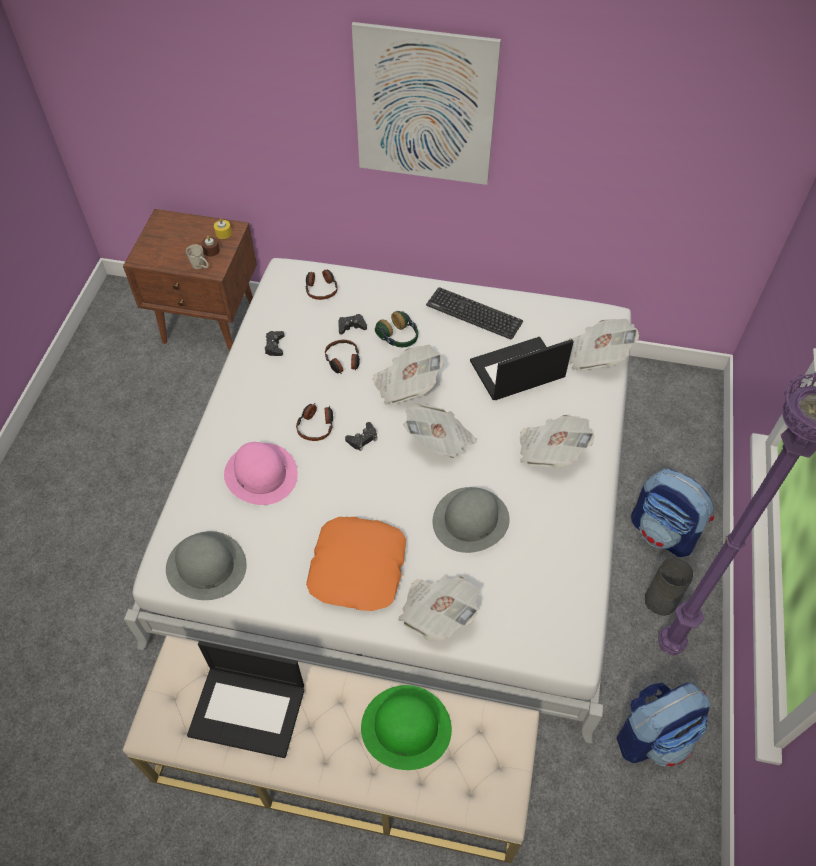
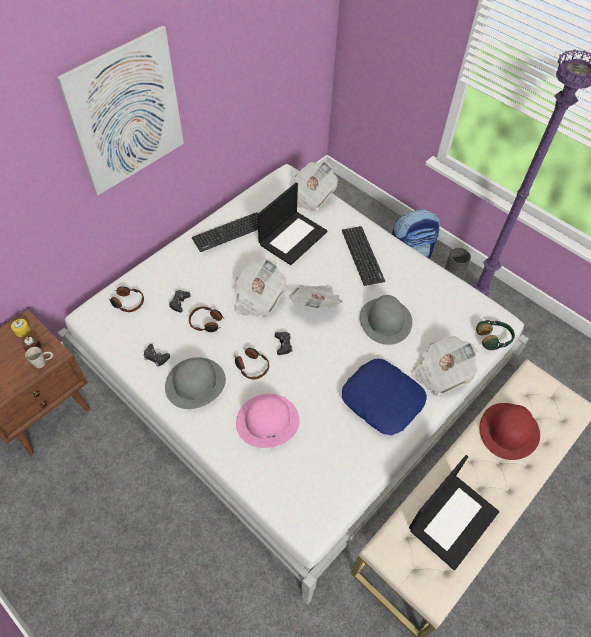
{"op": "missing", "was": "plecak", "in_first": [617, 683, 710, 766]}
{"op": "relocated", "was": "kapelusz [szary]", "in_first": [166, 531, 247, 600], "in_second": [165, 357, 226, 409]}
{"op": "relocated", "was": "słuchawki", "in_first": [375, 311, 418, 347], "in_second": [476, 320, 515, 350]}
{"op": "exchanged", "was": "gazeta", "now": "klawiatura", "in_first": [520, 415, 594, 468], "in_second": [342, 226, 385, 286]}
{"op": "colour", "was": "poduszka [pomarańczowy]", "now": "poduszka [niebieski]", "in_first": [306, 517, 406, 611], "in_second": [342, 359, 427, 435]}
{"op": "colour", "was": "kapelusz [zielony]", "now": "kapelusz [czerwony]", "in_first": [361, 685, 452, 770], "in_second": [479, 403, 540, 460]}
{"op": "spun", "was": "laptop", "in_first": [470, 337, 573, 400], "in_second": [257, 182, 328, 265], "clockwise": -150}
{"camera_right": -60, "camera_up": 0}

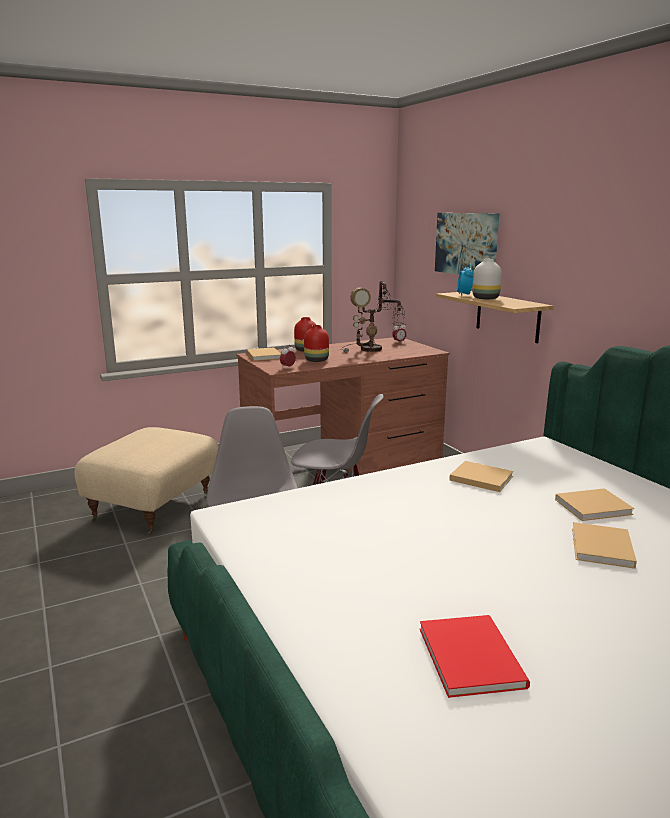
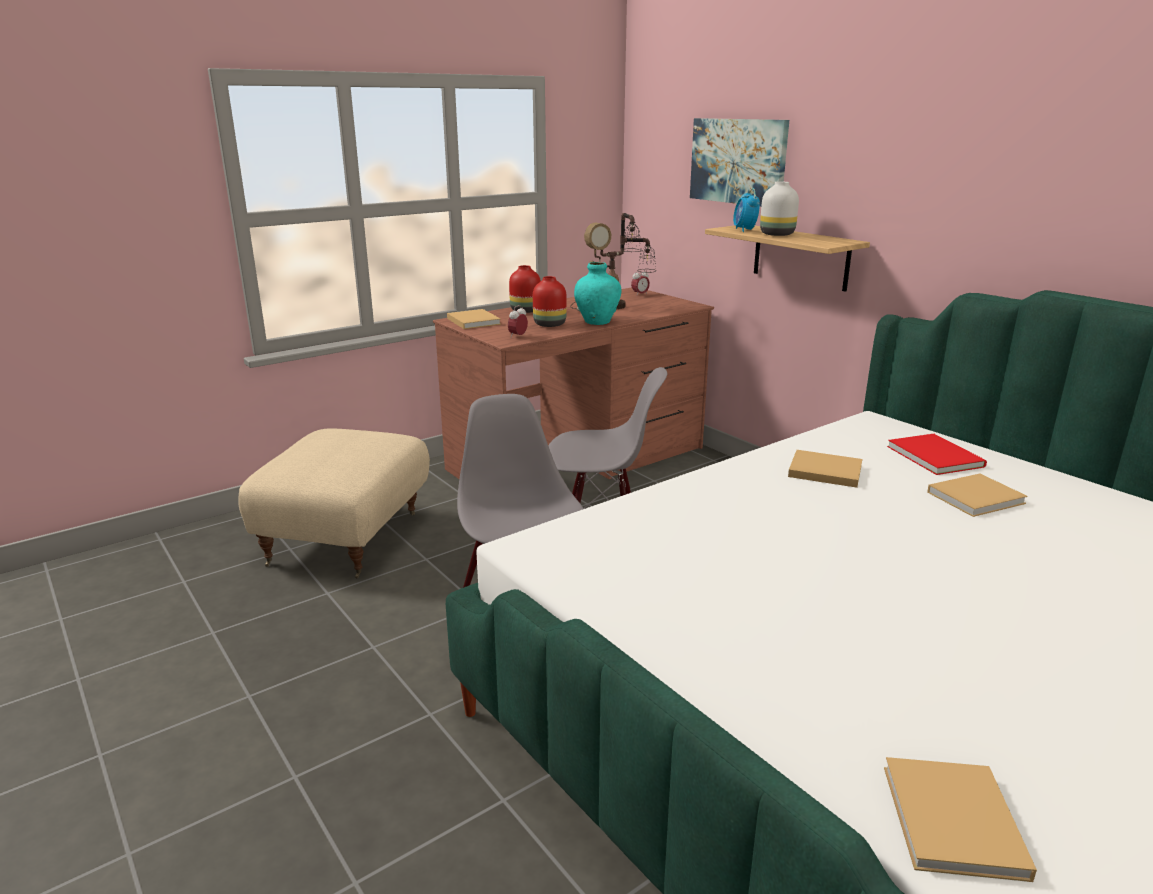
{"op": "appeared", "now": "wazon [turkusowy]", "in_second": [574, 262, 621, 325]}
{"op": "relocated", "was": "książka [czerwony]", "in_first": [420, 615, 530, 698], "in_second": [887, 434, 987, 475]}
{"op": "relocated", "was": "książka [beżowy]", "in_first": [572, 522, 637, 569], "in_second": [884, 757, 1037, 882]}
{"camera_right": -10, "camera_up": 5}

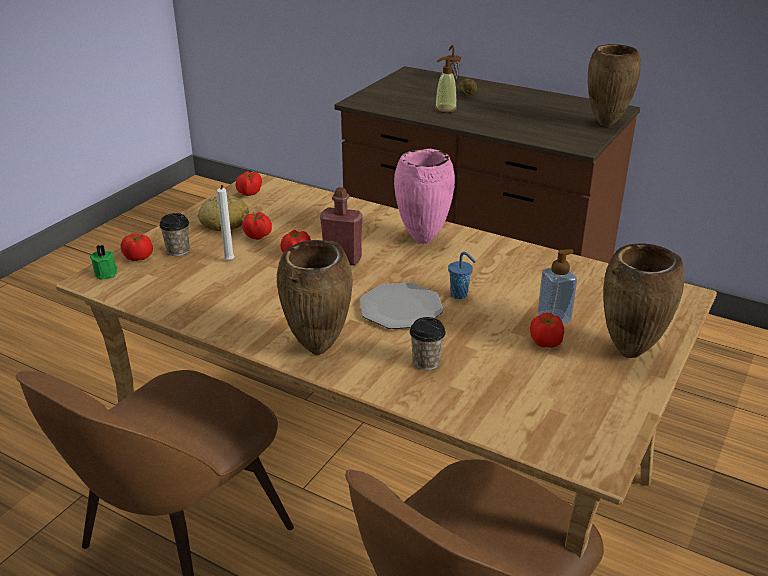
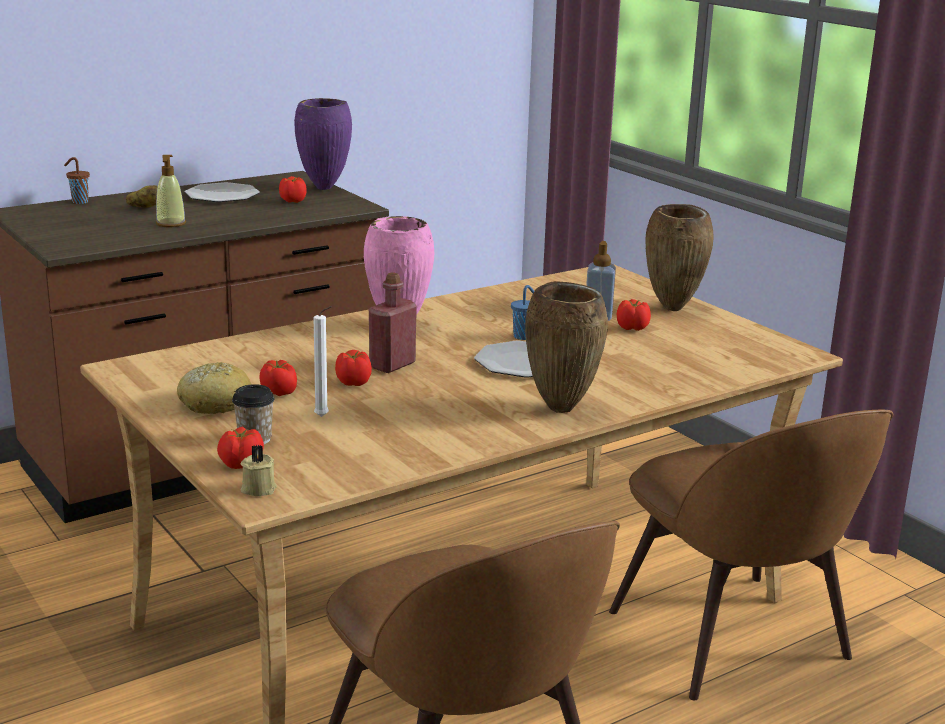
{"op": "missing", "was": "filiżanka", "in_first": [410, 317, 446, 370]}
{"op": "appeared", "now": "talerz", "in_second": [185, 182, 260, 202]}
{"op": "relocated", "was": "pomidor", "in_first": [236, 171, 262, 196], "in_second": [279, 176, 307, 203]}
{"op": "colour", "was": "świeca [zielony]", "now": "świeca [beżowy]", "in_first": [90, 245, 118, 280], "in_second": [241, 445, 277, 496]}
{"op": "colour", "was": "wazon [brązowy]", "now": "wazon [fioletowy]", "in_first": [588, 44, 641, 127], "in_second": [294, 98, 352, 190]}
{"camera_right": -65, "camera_up": -10}

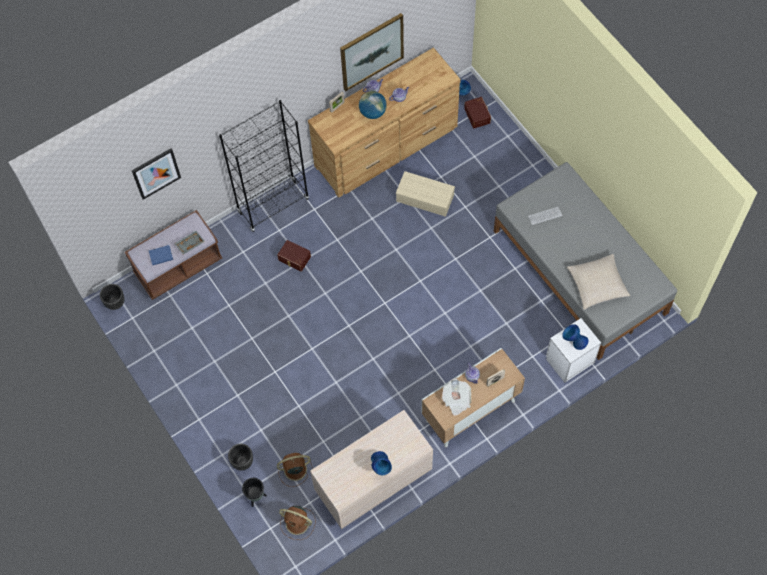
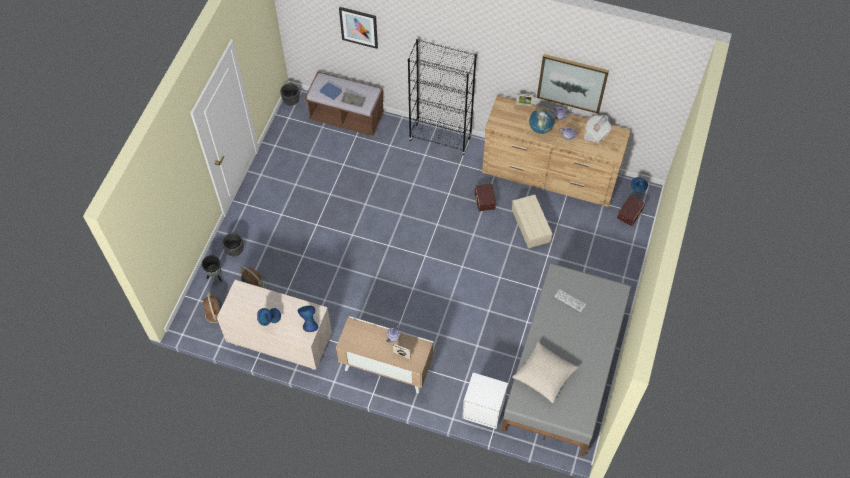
{"op": "relocated", "was": "pojemnik do przechowywania [brązowy]", "in_first": [277, 240, 311, 272], "in_second": [475, 184, 496, 211]}
{"op": "relocated", "was": "gazeta", "in_first": [442, 378, 471, 416], "in_second": [584, 115, 611, 143]}
{"op": "relocated", "was": "wazon [niebieski]", "in_first": [562, 324, 589, 350], "in_second": [298, 306, 318, 332]}
{"camera_right": 50, "camera_up": -5}

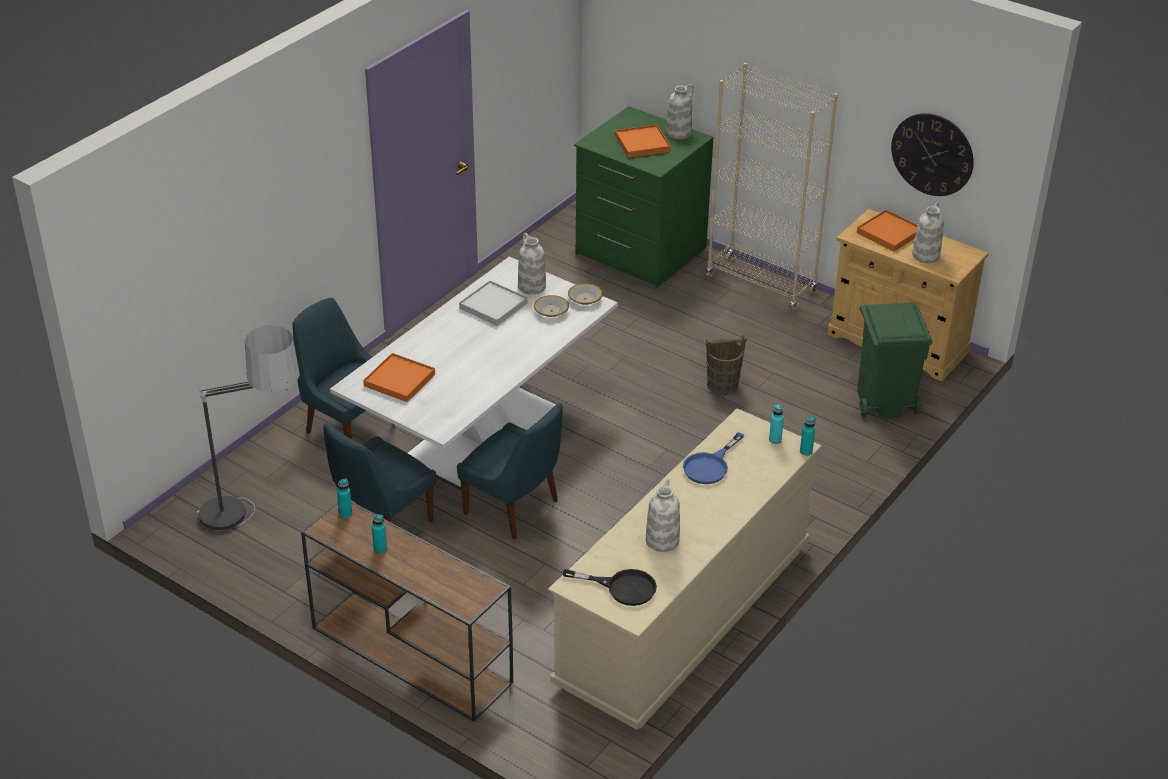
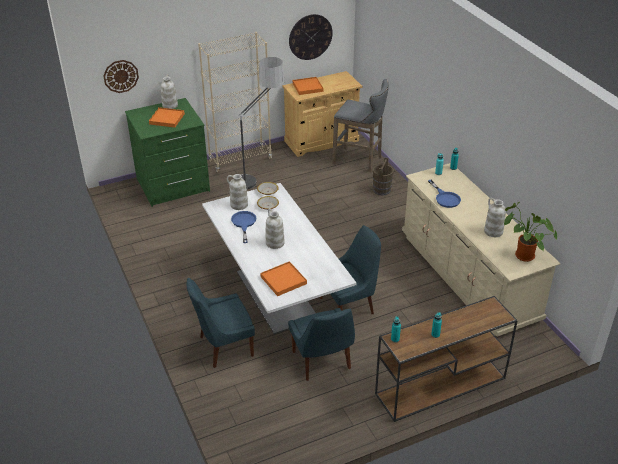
{"op": "appeared", "now": "zegar ścienny", "in_second": [103, 60, 139, 93]}
{"op": "relocated", "was": "lampa stojąca", "in_first": [197, 326, 300, 531], "in_second": [239, 57, 285, 189]}
{"op": "relocated", "was": "wiadro [brązowy]", "in_first": [705, 334, 747, 395], "in_second": [373, 157, 394, 195]}
{"op": "relocated", "was": "wazon [biały]", "in_first": [912, 202, 944, 263], "in_second": [266, 208, 284, 249]}
{"op": "exchanged", "was": "taca [biały]", "now": "patelnia [niebieski]", "in_first": [459, 280, 528, 326], "in_second": [231, 211, 256, 243]}
{"op": "exchanged", "was": "patelnia [czarny]", "now": "roślina doniczkowa", "in_first": [563, 569, 657, 606], "in_second": [504, 202, 557, 262]}
{"op": "exchanged", "was": "kosz na śmieci [zielony]", "now": "stołek [szary]", "in_first": [857, 303, 932, 419], "in_second": [332, 79, 389, 173]}
{"camera_right": -60, "camera_up": 0}

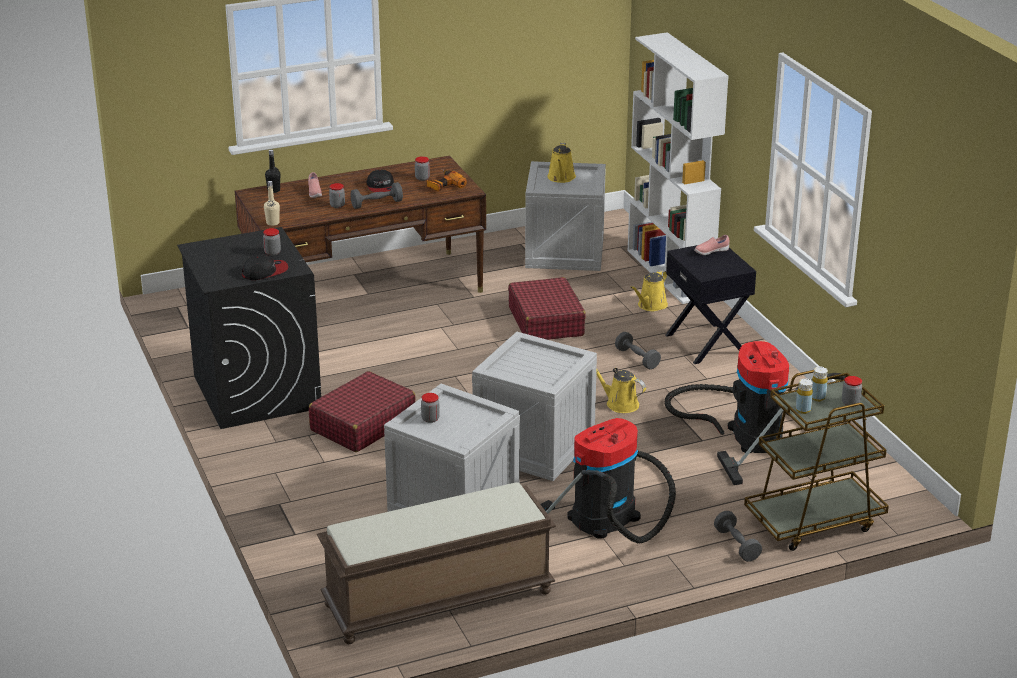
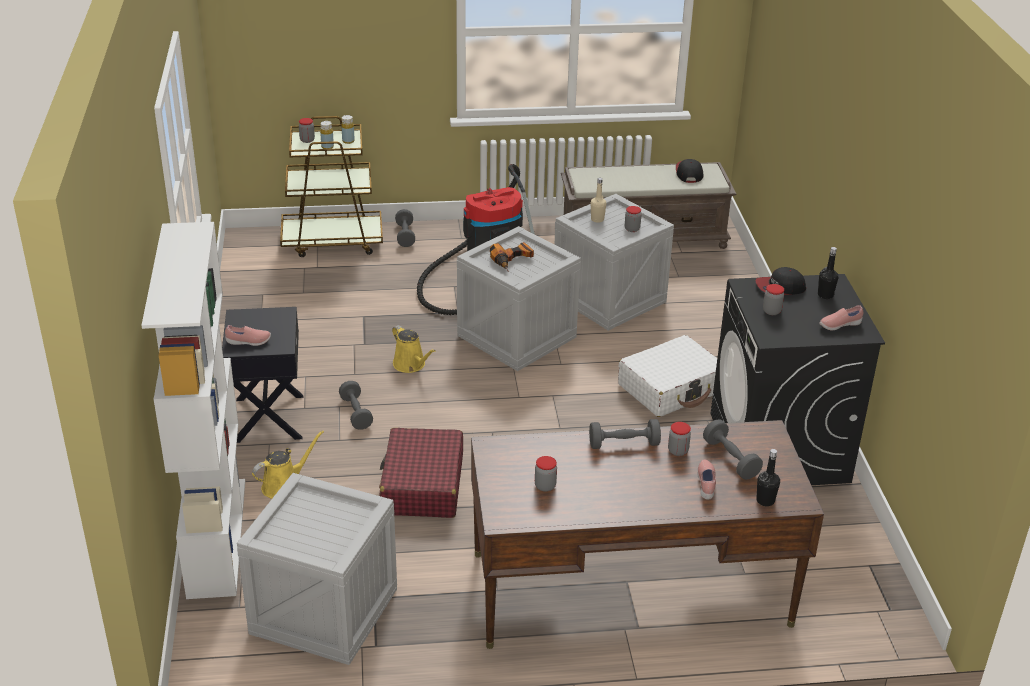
{"op": "missing", "was": "konewka [żółty]", "in_first": [547, 143, 576, 183]}
{"op": "missing", "was": "odkurzacz", "in_first": [664, 341, 845, 485]}
{"op": "appeared", "now": "hantel [szary]", "in_second": [703, 419, 763, 480]}
{"op": "appeared", "now": "butelka [czarny]", "in_second": [818, 247, 838, 299]}
{"op": "appeared", "now": "but [różowy]", "in_second": [819, 305, 863, 330]}
{"op": "relocated", "was": "butelka [beżowy]", "in_first": [264, 181, 280, 226], "in_second": [591, 178, 607, 223]}
{"op": "relocated", "was": "czapka z daszkiem", "in_first": [366, 170, 394, 192], "in_second": [676, 159, 703, 183]}
{"op": "relocated", "was": "wiertarka", "in_first": [427, 168, 467, 191], "in_second": [490, 242, 534, 272]}
{"op": "colour", "was": "walizka [czerwony]", "now": "walizka [biały]", "in_first": [309, 371, 416, 452], "in_second": [618, 335, 717, 417]}
{"camera_right": -165, "camera_up": 5}

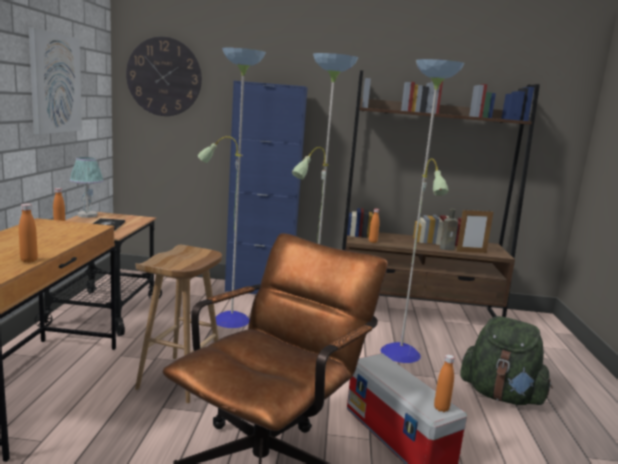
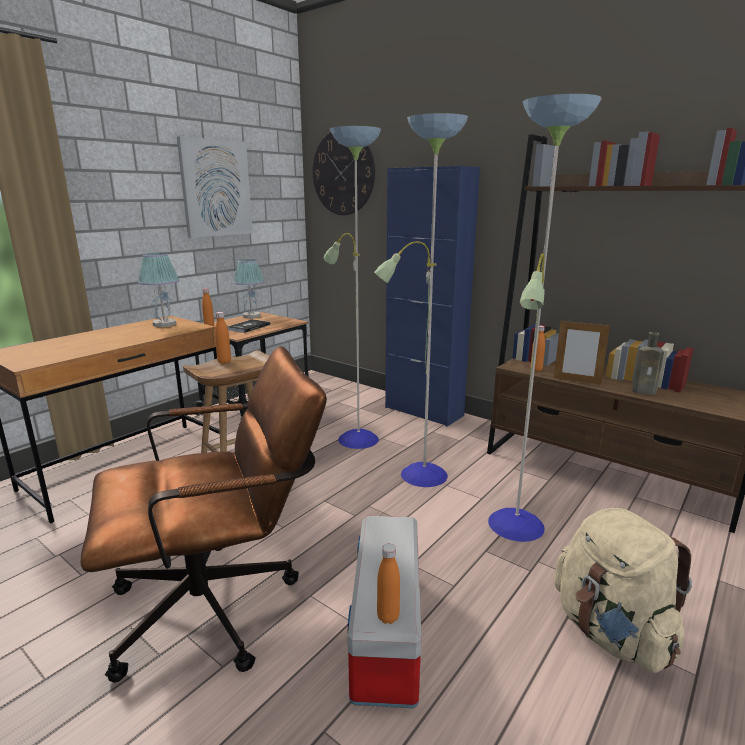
{"op": "appeared", "now": "lampa stołowa", "in_second": [138, 253, 179, 327]}
{"op": "relocated", "was": "butelka [pomarańczowy]", "in_first": [19, 204, 38, 263], "in_second": [215, 312, 231, 363]}
{"op": "relocated", "was": "ramka na zdjęcie", "in_first": [456, 210, 493, 253], "in_second": [554, 319, 610, 385]}
{"op": "colour", "was": "plecak [zielony]", "now": "plecak [beżowy]", "in_first": [460, 316, 553, 405], "in_second": [554, 508, 692, 673]}
{"camera_right": 35, "camera_up": 5}

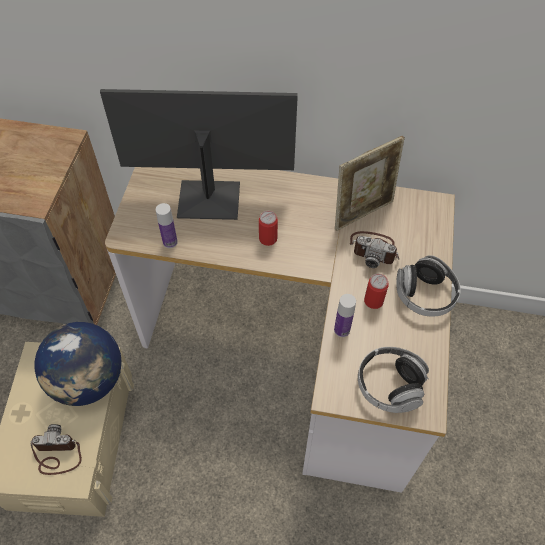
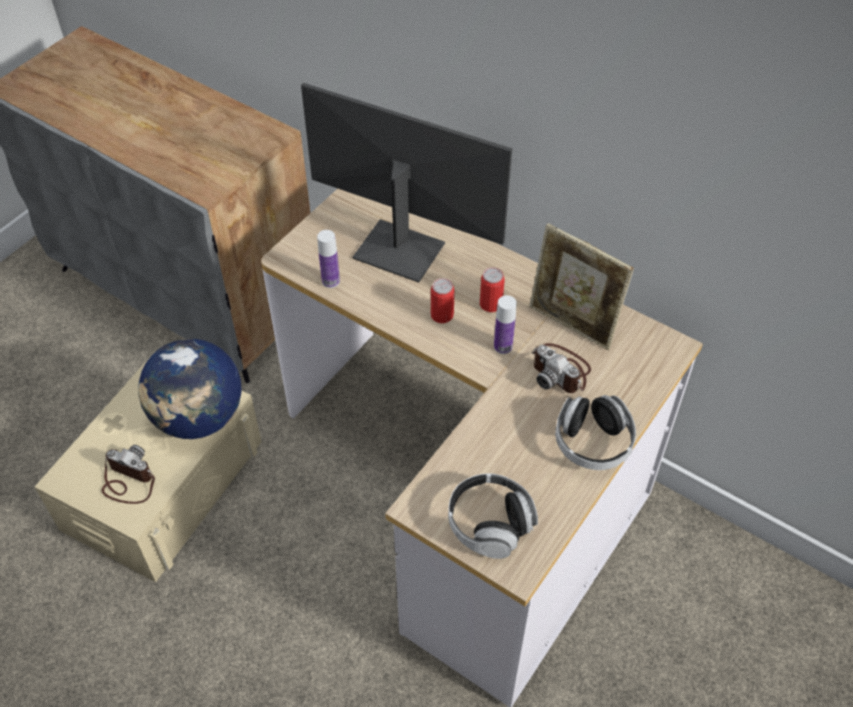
{"op": "relocated", "was": "butelka", "in_first": [334, 294, 356, 337], "in_second": [494, 295, 517, 354]}
{"op": "relocated", "was": "puszka", "in_first": [364, 274, 389, 309], "in_second": [480, 267, 505, 312]}
{"op": "spun", "was": "ramka na zdjęcie", "in_first": [335, 136, 405, 231], "in_second": [530, 223, 634, 350], "clockwise": 45}
{"camera_right": 25, "camera_up": -5}

